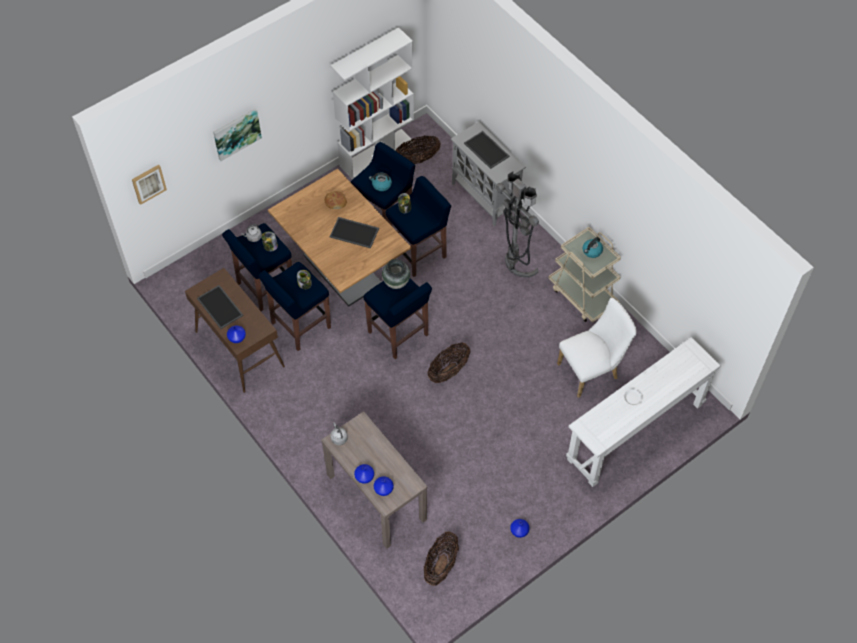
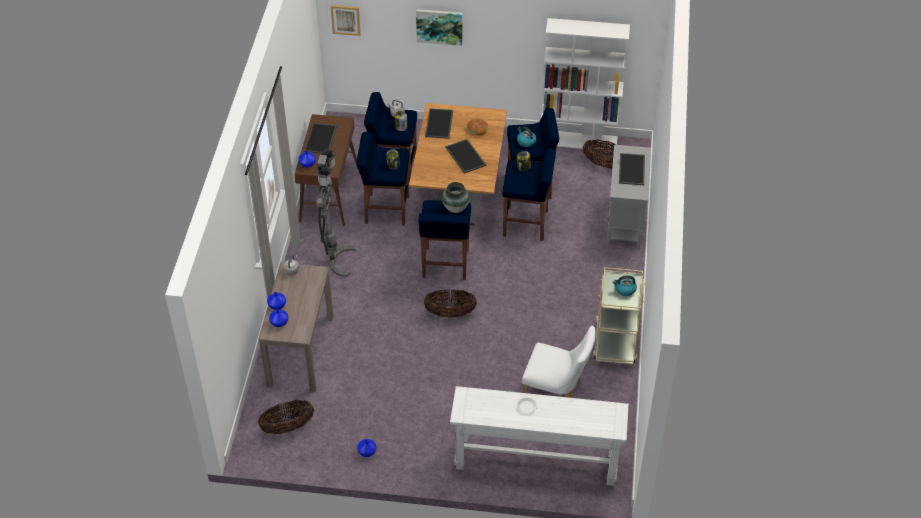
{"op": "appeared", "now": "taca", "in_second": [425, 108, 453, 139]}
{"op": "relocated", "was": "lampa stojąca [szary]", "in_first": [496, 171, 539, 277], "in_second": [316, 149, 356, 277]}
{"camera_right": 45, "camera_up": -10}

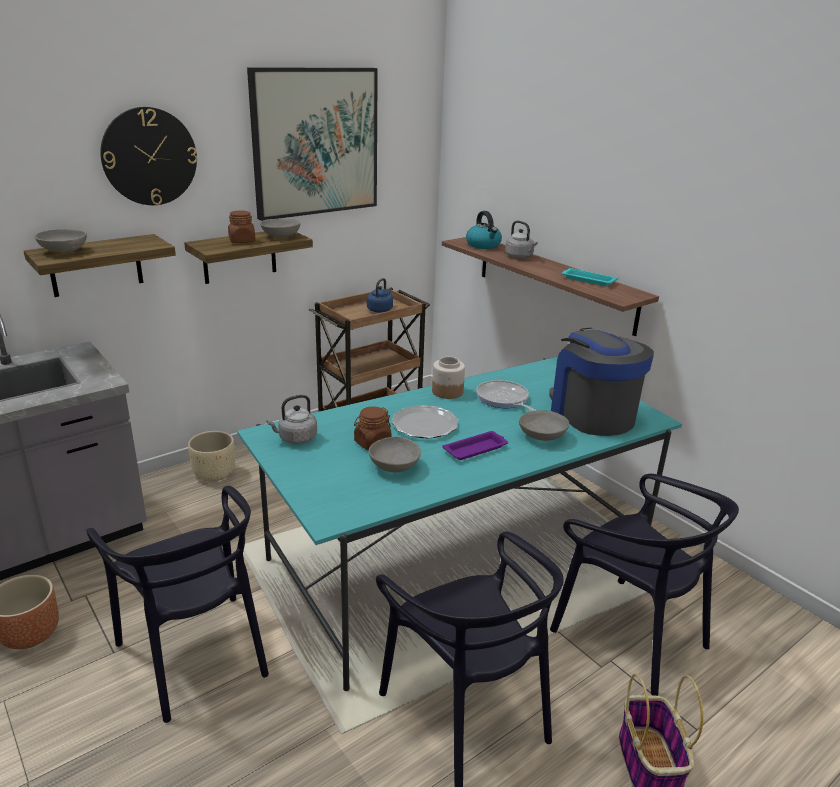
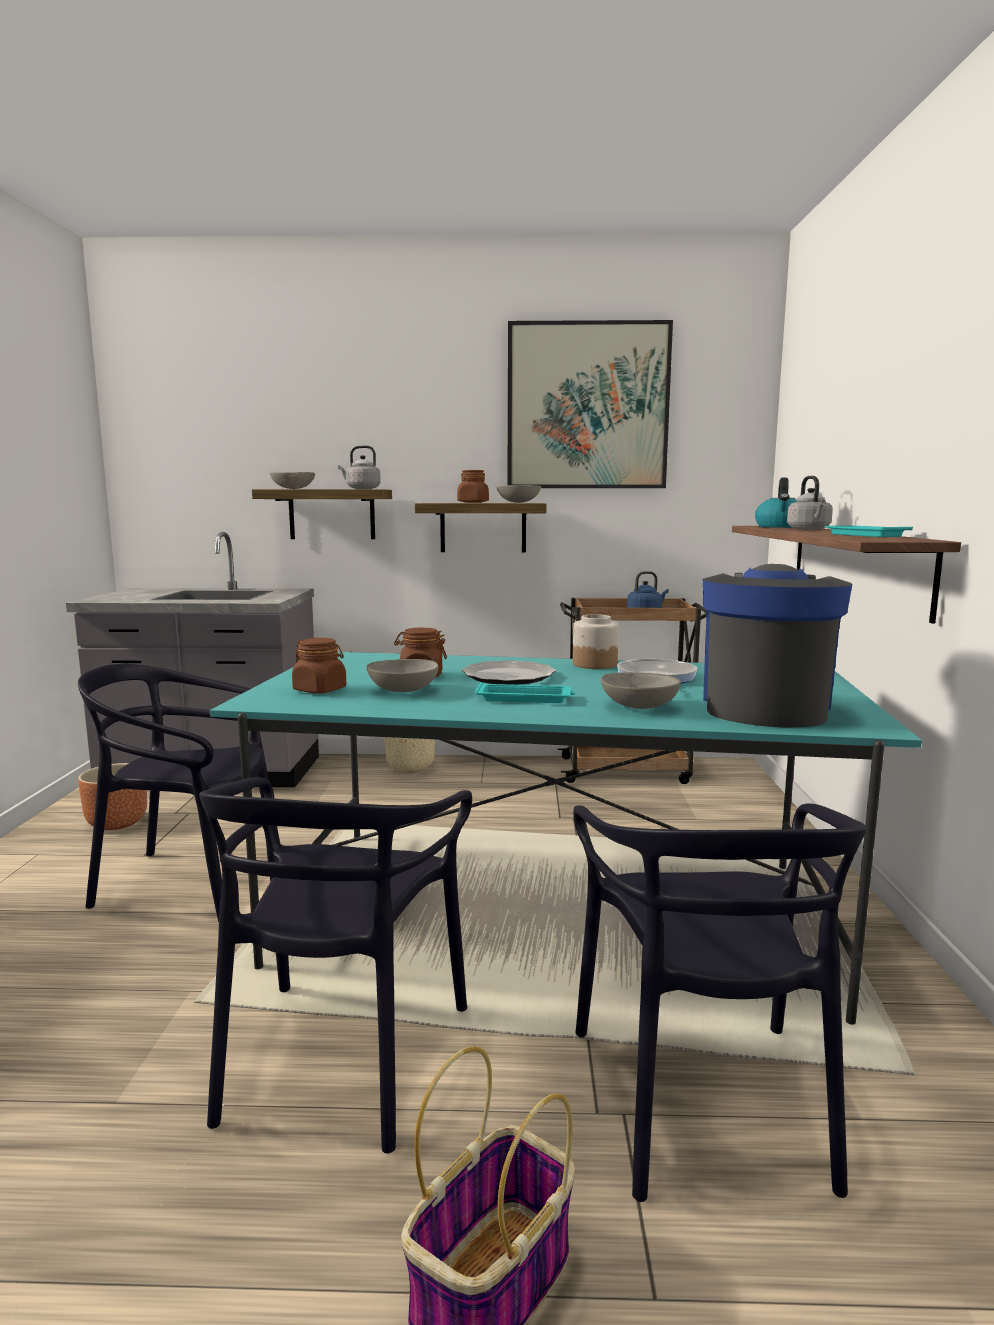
{"op": "missing", "was": "zegar ścienny", "in_first": [100, 107, 197, 205]}
{"op": "appeared", "now": "słoik [brązowy]", "in_second": [292, 638, 346, 693]}
{"op": "relocated", "was": "czajnik [szary]", "in_first": [266, 395, 317, 444], "in_second": [338, 445, 381, 489]}
{"op": "colour", "was": "taca [fioletowy]", "now": "taca [turkusowy]", "in_first": [443, 431, 508, 460], "in_second": [475, 682, 576, 703]}
{"op": "spun", "was": "krzesło [czarny]", "in_first": [86, 486, 269, 723], "in_second": [78, 664, 280, 922], "clockwise": 90}
{"camera_right": 40, "camera_up": -15}

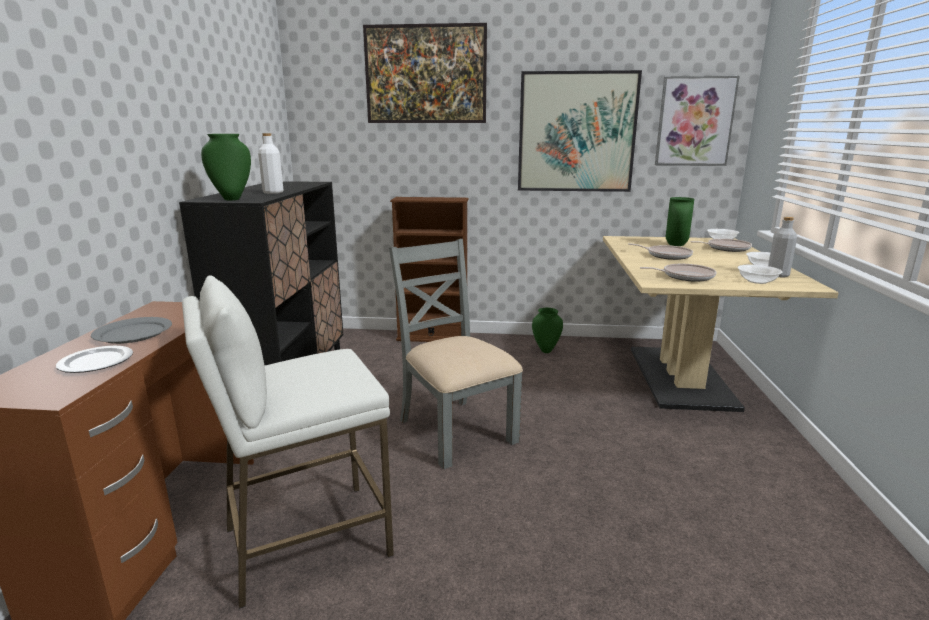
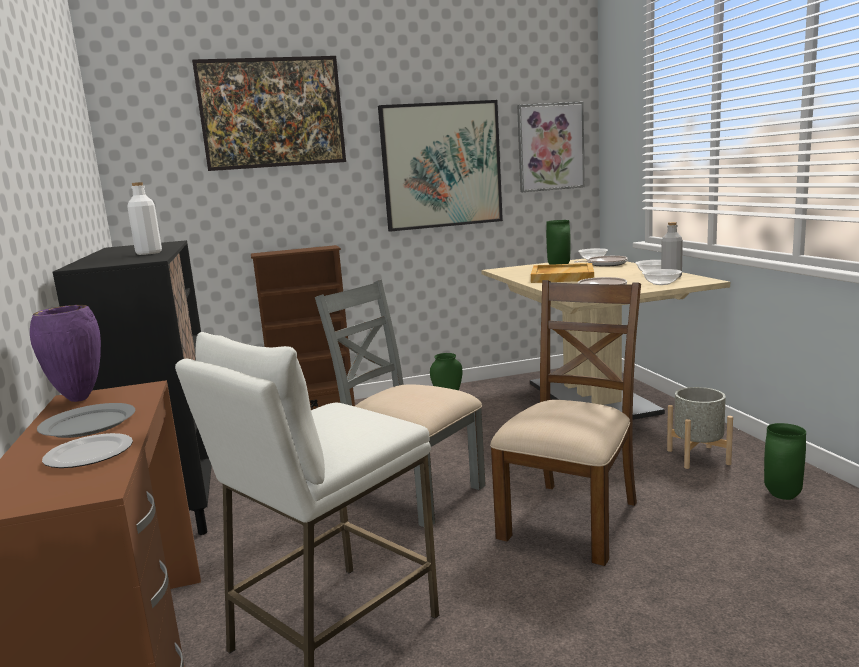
{"op": "appeared", "now": "wazon [fioletowy]", "in_second": [30, 305, 101, 402]}
{"op": "appeared", "now": "krzesło [brązowy]", "in_second": [490, 280, 641, 566]}
{"op": "appeared", "now": "donica [szary]", "in_second": [667, 387, 733, 469]}
{"op": "relocated", "was": "wazon [zielony]", "in_first": [201, 134, 251, 200], "in_second": [764, 423, 806, 500]}
{"op": "exchanged", "was": "patelnia", "now": "taca [beżowy]", "in_first": [628, 243, 693, 260], "in_second": [531, 263, 594, 283]}
{"camera_right": -20, "camera_up": -5}

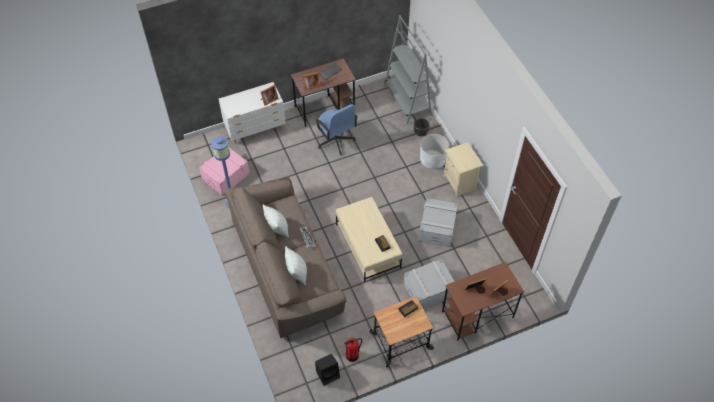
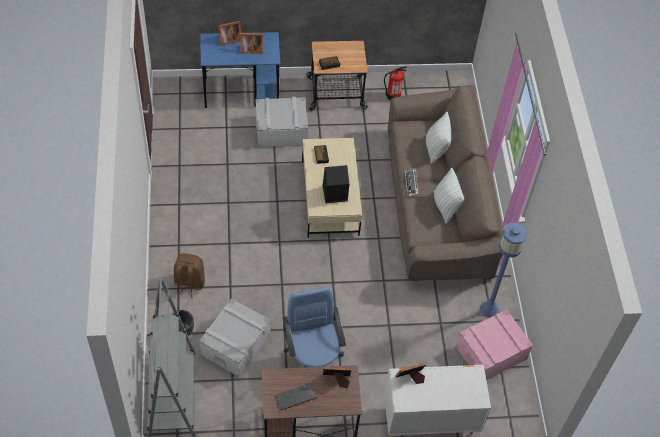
{"op": "missing", "was": "szafka nocna [beżowy]", "in_first": [444, 142, 483, 197]}
{"op": "relocated", "was": "głośnik [czarny]", "in_first": [315, 354, 340, 386], "in_second": [323, 165, 349, 203]}
{"op": "relocated", "was": "pojemnik do przechowywania [szary]", "in_first": [419, 198, 458, 247], "in_second": [199, 298, 271, 377]}
{"op": "exchanged", "was": "donica [biały]", "now": "plecak [brązowy]", "in_first": [420, 134, 449, 169], "in_second": [174, 253, 205, 298]}
{"op": "colour", "was": "biurko [brązowy]", "now": "biurko [niebieski]", "in_first": [442, 262, 524, 341], "in_second": [201, 32, 280, 108]}
{"camera_right": -165, "camera_up": 0}

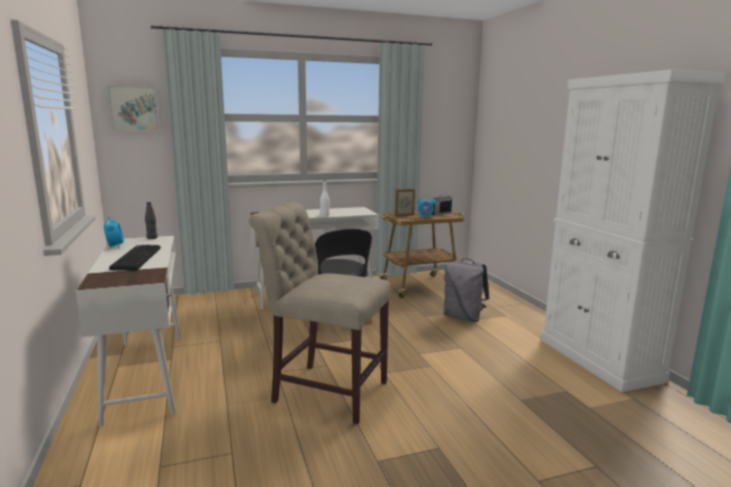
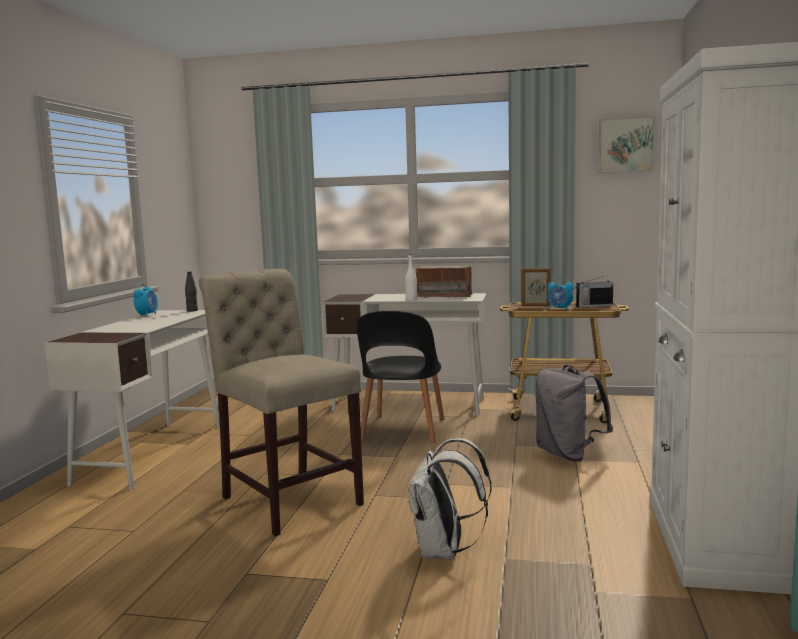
{"op": "missing", "was": "klawiatura", "in_first": [109, 245, 161, 270]}
{"op": "appeared", "now": "plecak [biały]", "in_second": [408, 438, 492, 559]}
{"op": "appeared", "now": "radio", "in_second": [416, 266, 474, 298]}
{"op": "relocated", "was": "obraz", "in_first": [108, 86, 160, 131], "in_second": [598, 116, 655, 173]}
{"camera_right": 30, "camera_up": -5}

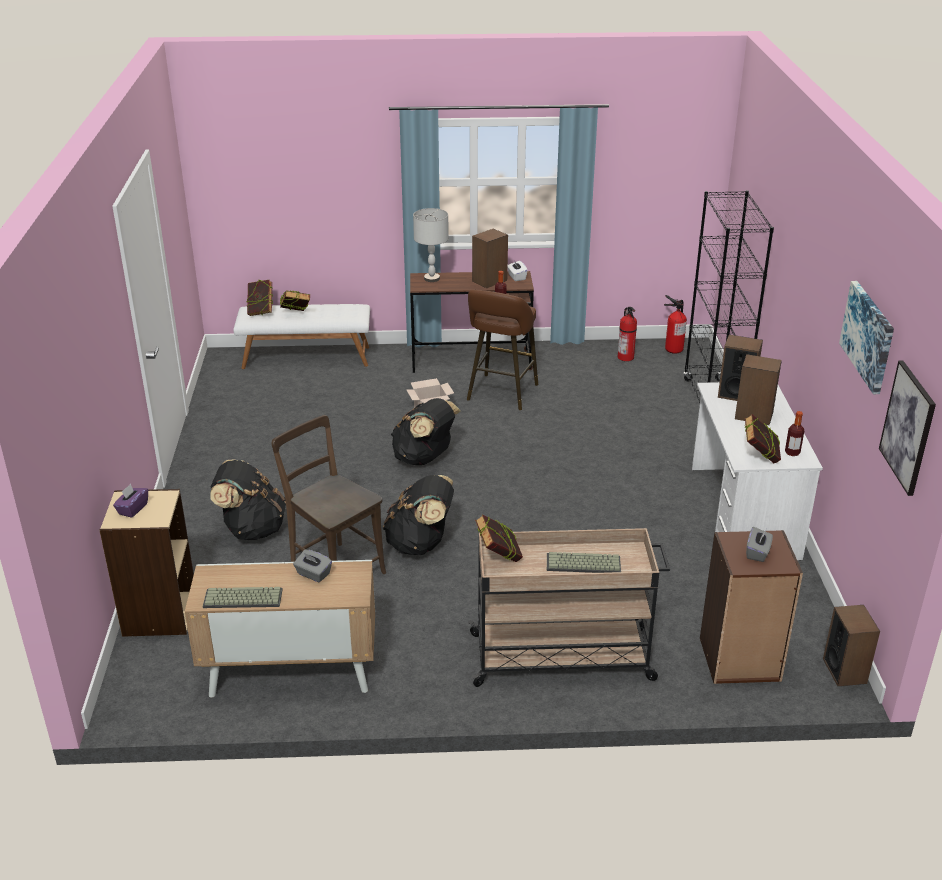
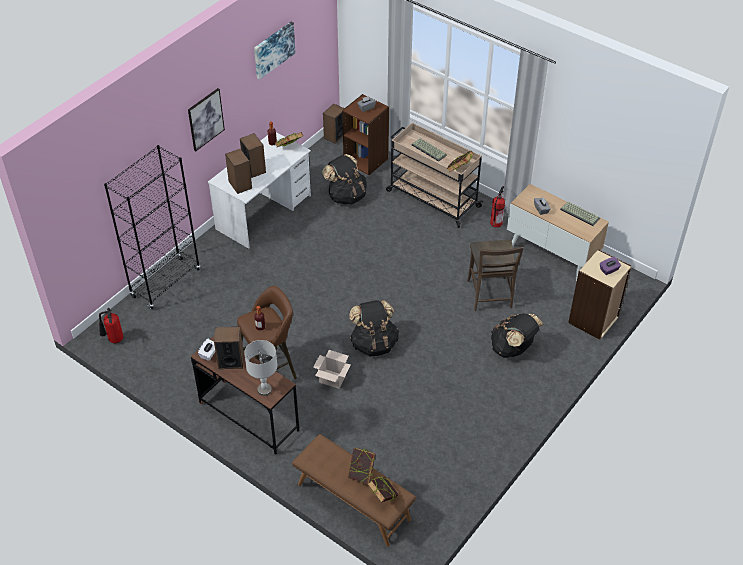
{"op": "relocated", "was": "plecak [czarny]", "in_first": [383, 475, 454, 555], "in_second": [322, 154, 367, 204]}
{"op": "relocated", "was": "gaśnica", "in_first": [618, 307, 637, 361], "in_second": [490, 186, 505, 228]}
{"op": "relocated", "was": "obraz", "in_first": [879, 360, 936, 496], "in_second": [188, 88, 225, 151]}
{"op": "colour", "was": "ławka [biały]", "now": "ławka [brązowy]", "in_first": [233, 304, 370, 369], "in_second": [292, 434, 416, 547]}
{"camera_right": -140, "camera_up": 15}

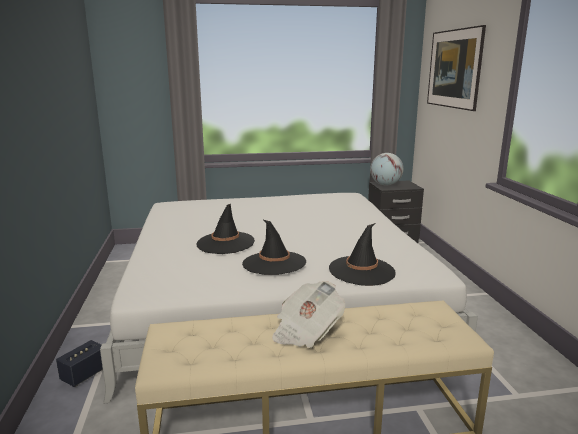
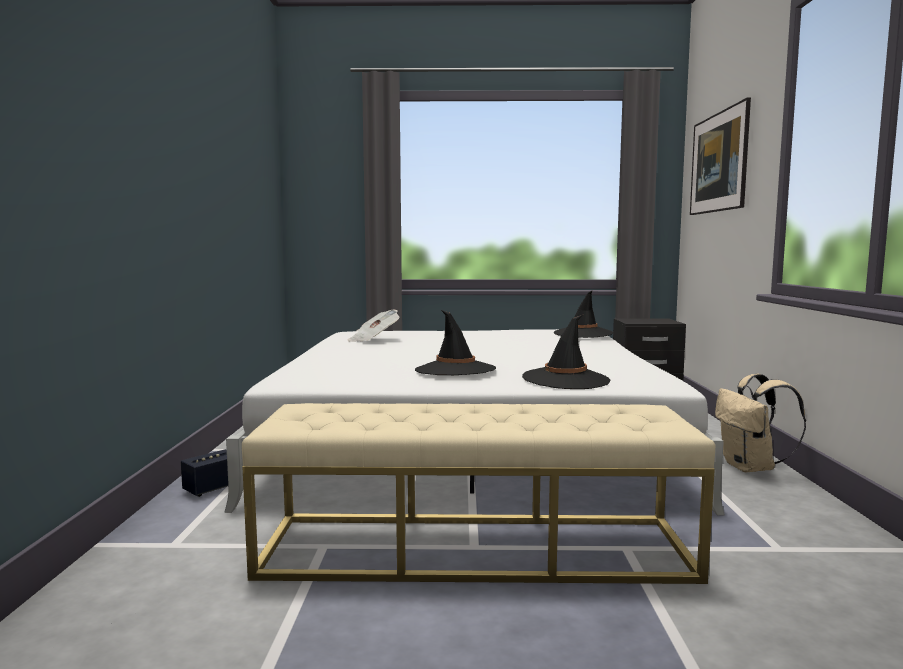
{"op": "missing", "was": "globus", "in_first": [370, 153, 403, 186]}
{"op": "appeared", "now": "plecak [beżowy]", "in_second": [715, 374, 806, 472]}
{"op": "relocated", "was": "kapelusz [czarny]", "in_first": [196, 204, 255, 254], "in_second": [554, 290, 613, 338]}
{"op": "relocated", "was": "gazeta", "in_first": [272, 281, 345, 348], "in_second": [348, 309, 400, 342]}
{"camera_right": 10, "camera_up": -10}

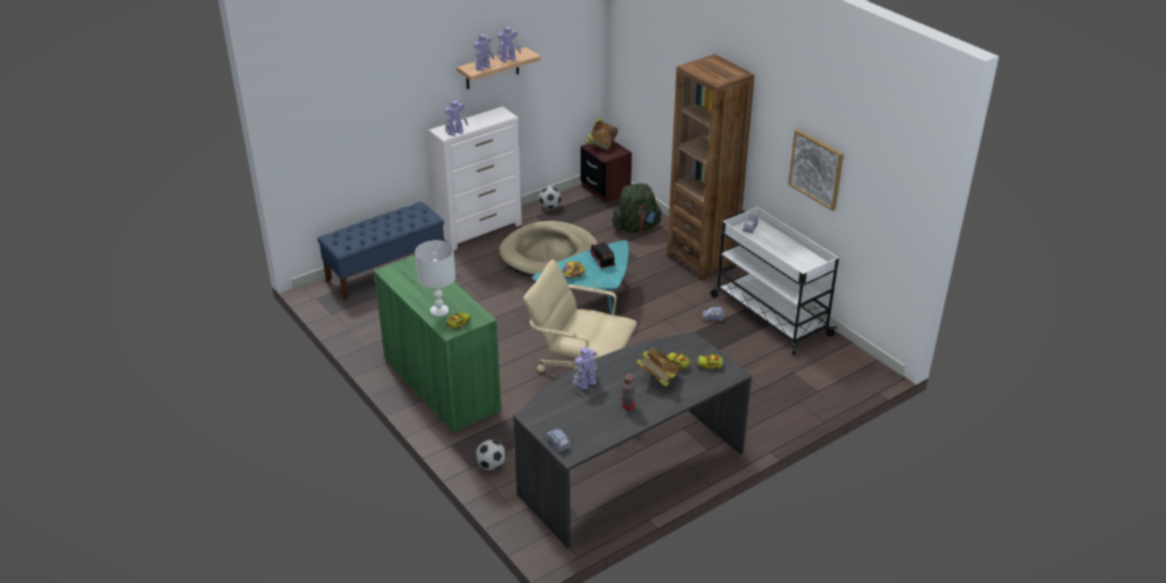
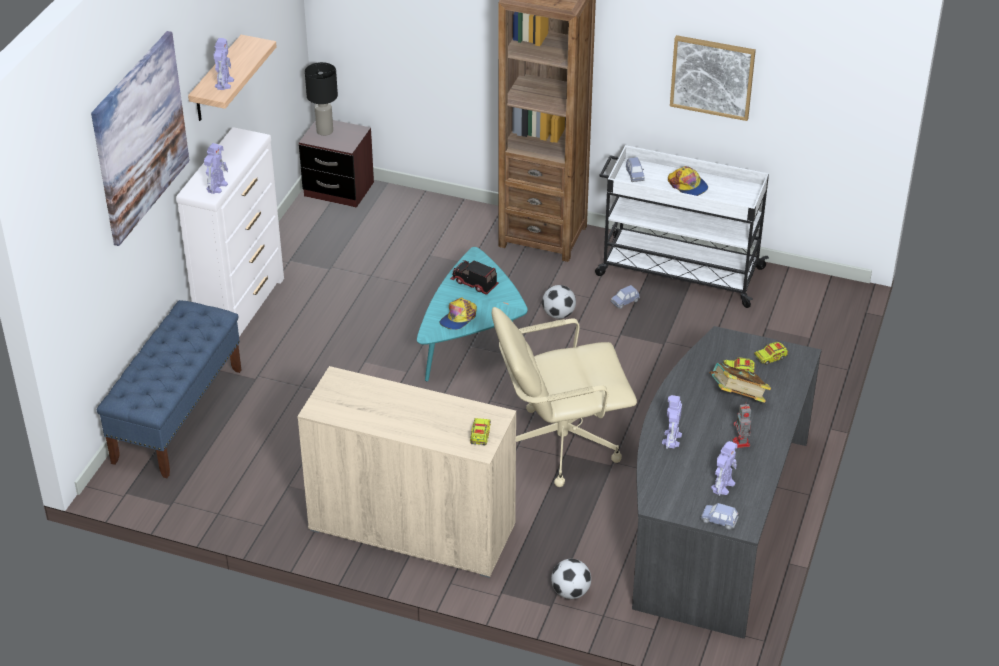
{"op": "missing", "was": "lampa stołowa [biały]", "in_first": [415, 240, 456, 317]}
{"op": "missing", "was": "legowisko [beżowy]", "in_first": [499, 221, 597, 276]}
{"op": "missing", "was": "plecak [zielony]", "in_first": [612, 183, 662, 232]}
{"op": "appeared", "now": "obraz", "in_second": [91, 31, 190, 246]}
{"op": "appeared", "now": "czapka z daszkiem", "in_second": [668, 166, 708, 196]}
{"op": "relocated", "was": "robot zabawkowy", "in_first": [497, 27, 521, 62], "in_second": [711, 441, 738, 496]}
{"op": "relocated", "was": "piłka futbolowa", "in_first": [539, 186, 561, 209], "in_second": [542, 285, 576, 319]}
{"op": "exchanged", "was": "książka", "now": "lampa stołowa [czarny]", "in_first": [586, 117, 618, 151], "in_second": [305, 62, 338, 136]}
{"op": "colour", "was": "szafka [zielony]", "now": "szafka [beżowy]", "in_first": [373, 255, 501, 434], "in_second": [297, 366, 516, 578]}
{"camera_right": -35, "camera_up": 5}

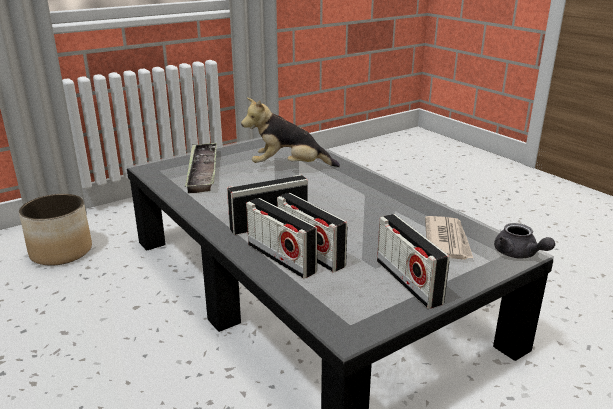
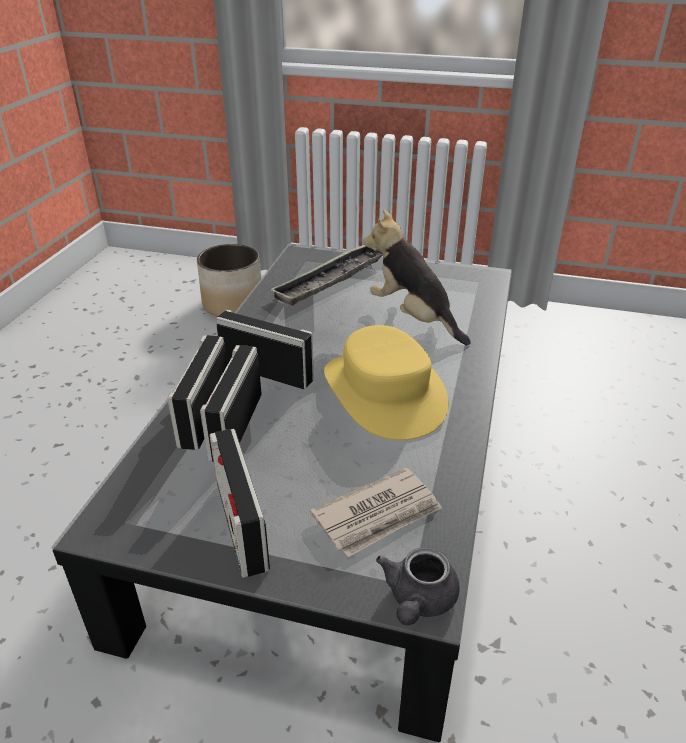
{"op": "appeared", "now": "kapelusz [żółty]", "in_second": [324, 325, 449, 440]}
{"op": "spun", "was": "radio", "in_first": [377, 214, 450, 309], "in_second": [210, 429, 270, 578], "clockwise": -45}
{"camera_right": 50, "camera_up": 10}

